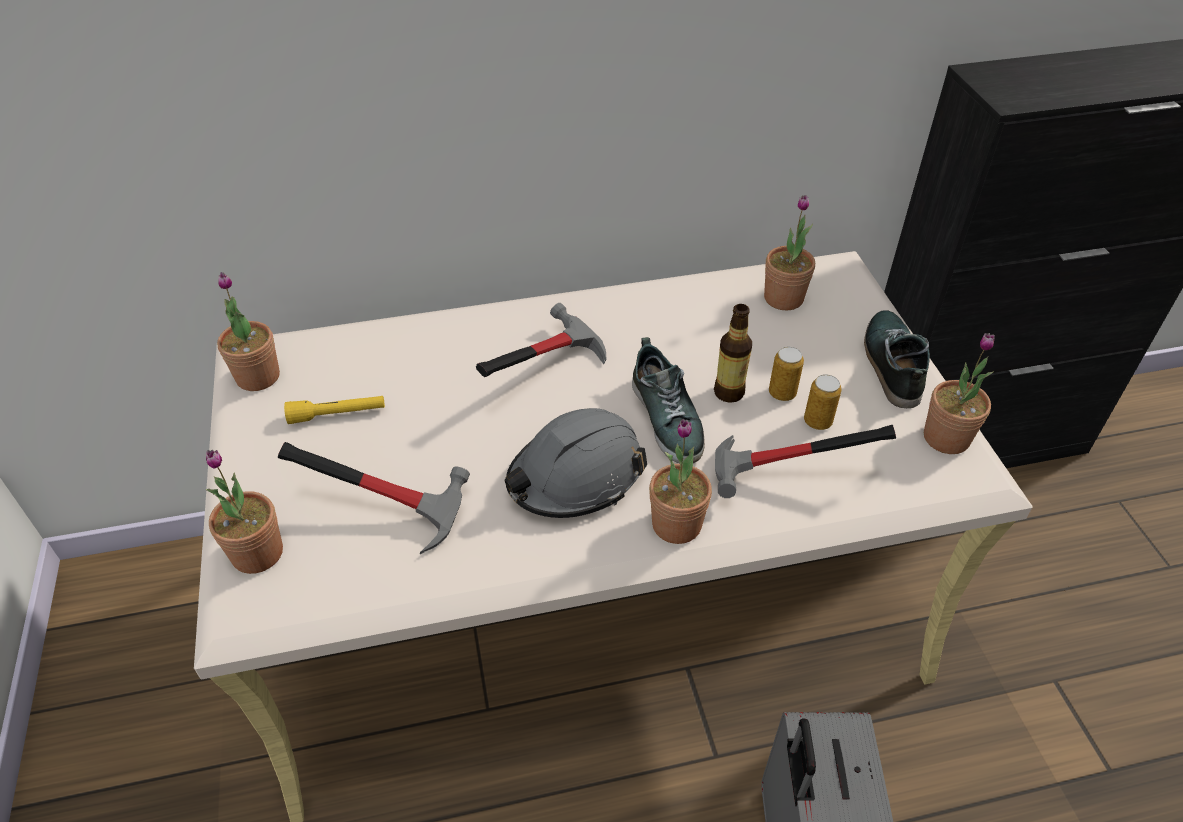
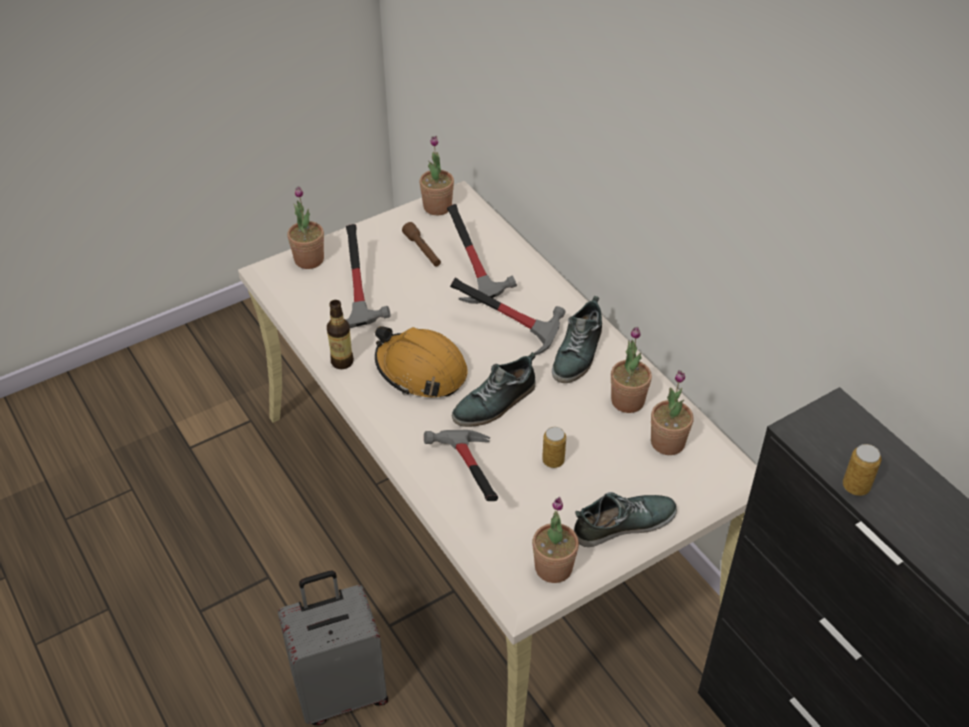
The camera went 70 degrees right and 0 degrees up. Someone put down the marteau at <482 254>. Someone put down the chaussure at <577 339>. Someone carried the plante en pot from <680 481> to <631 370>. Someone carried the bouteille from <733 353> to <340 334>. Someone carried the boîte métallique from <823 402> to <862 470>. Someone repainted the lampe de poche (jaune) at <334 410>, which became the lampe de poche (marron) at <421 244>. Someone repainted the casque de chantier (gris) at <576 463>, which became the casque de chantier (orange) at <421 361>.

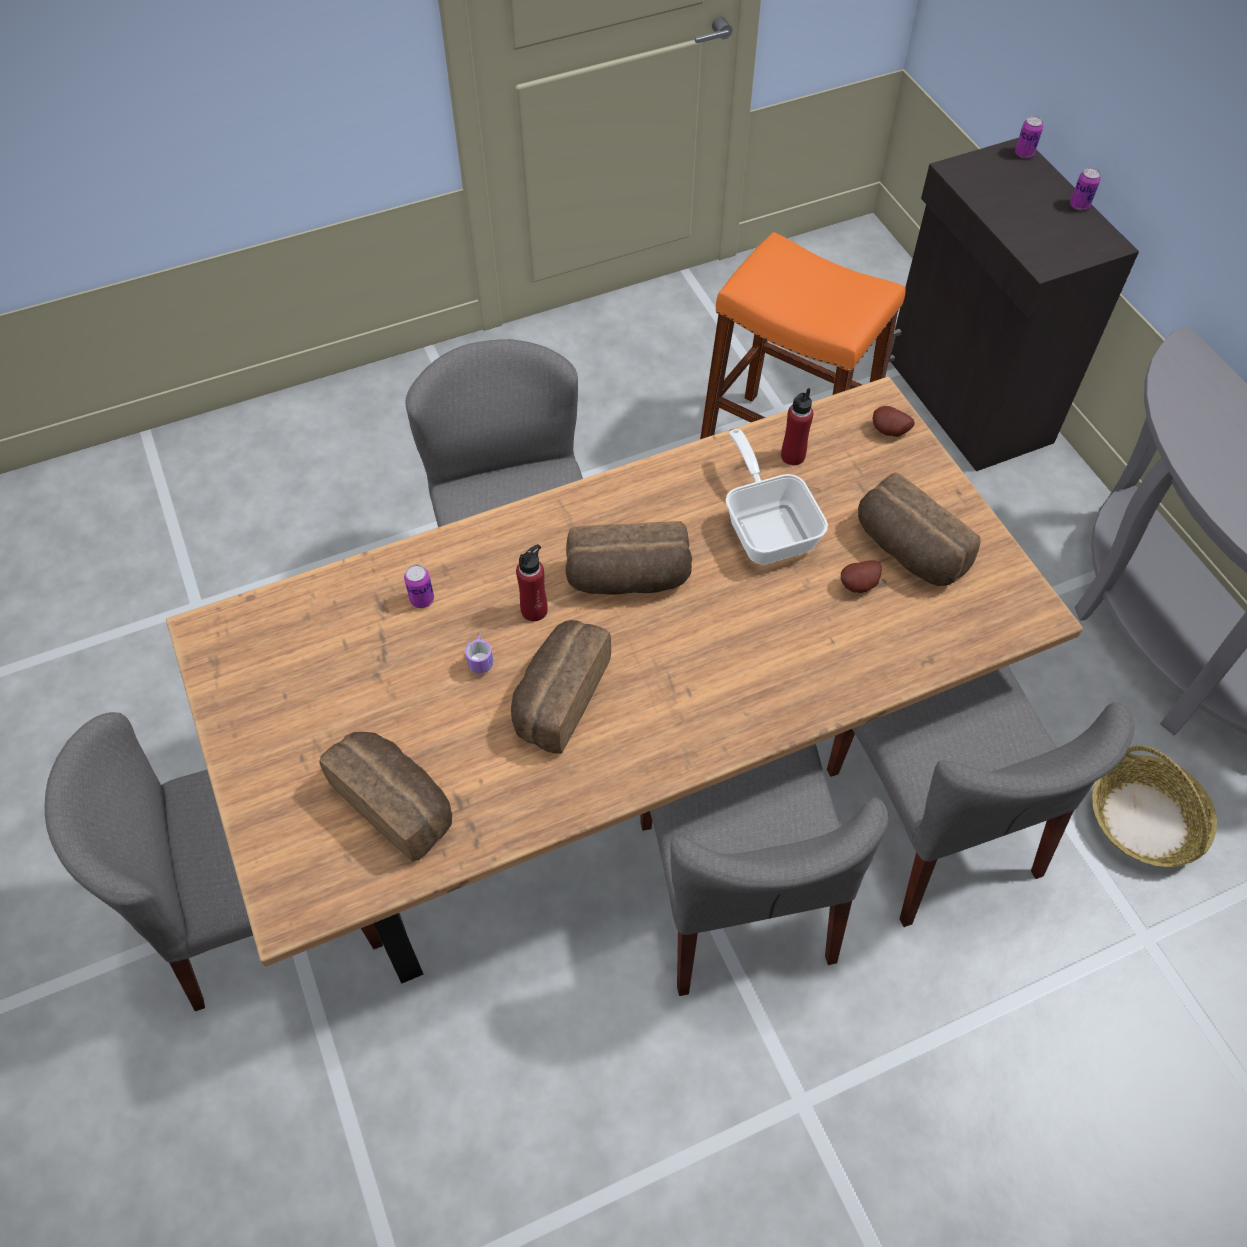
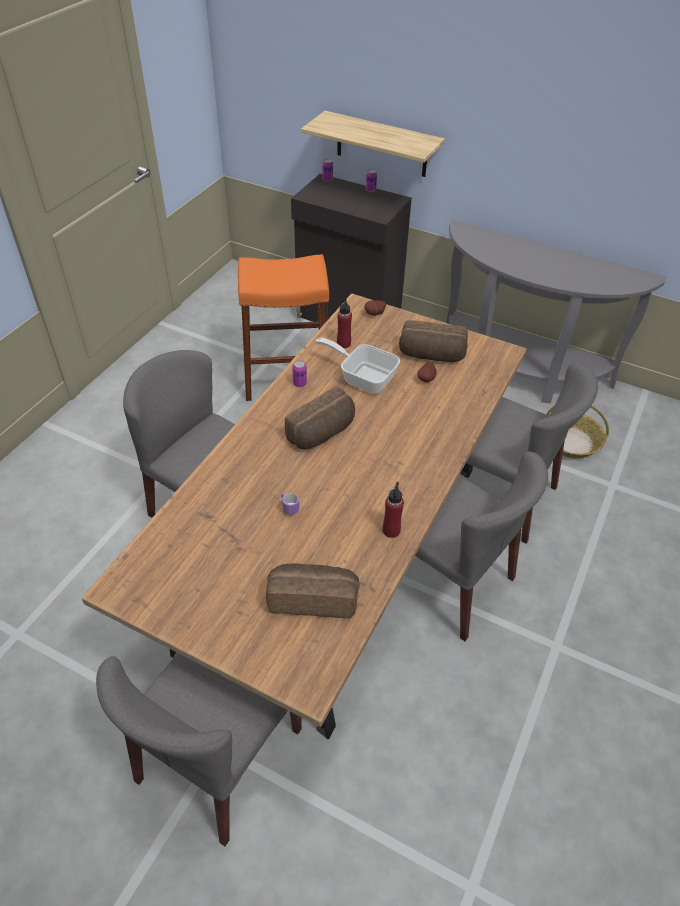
The camera went 40 degrees left and 10 degrees down. Someone took away the pain at <561 687>. Someone put up the étagère at <373 144>. Someone carried the boîte métallique from <419 586> to <299 373>. Someone carried the bouteille (rouge) from <532 582> to <393 510>.

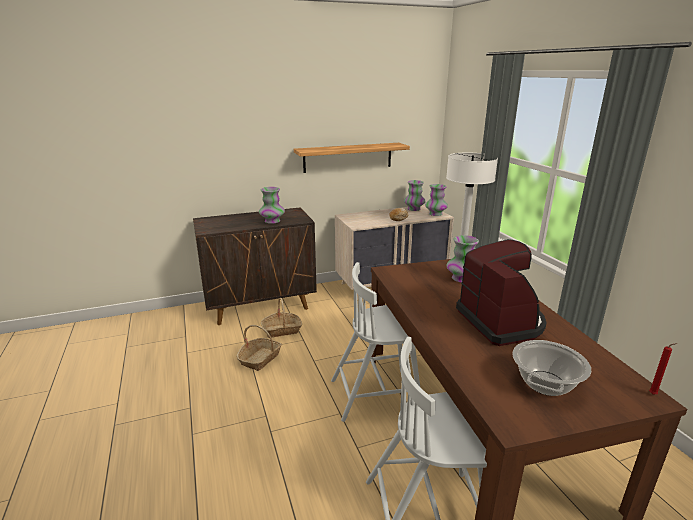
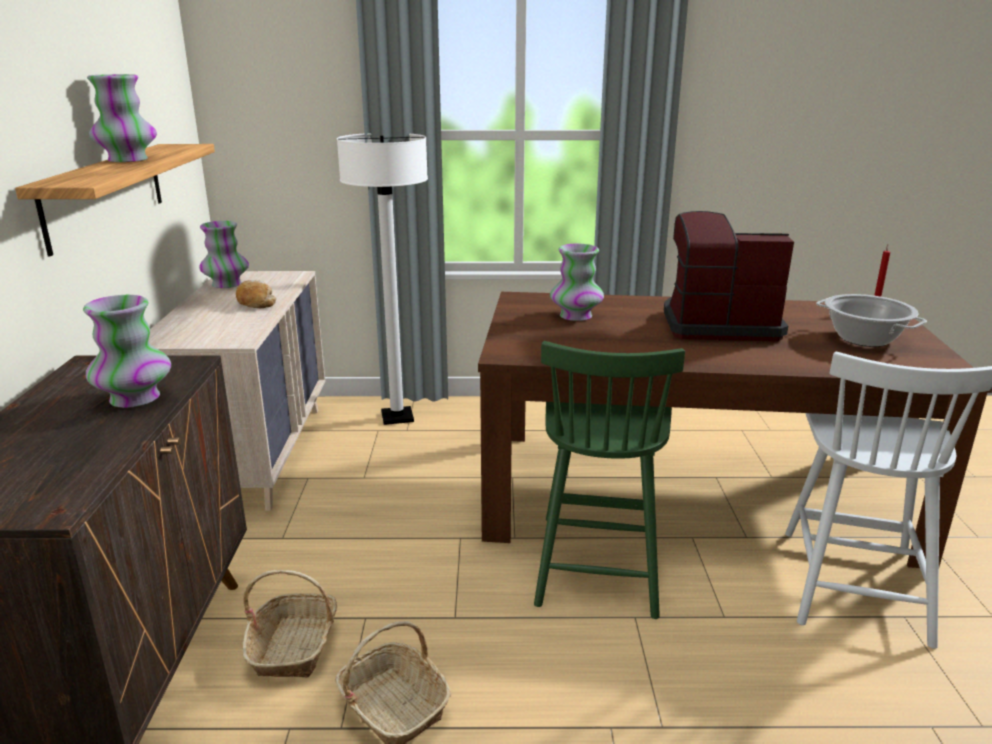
The camera went 70 degrees left and 0 degrees up. Someone carried the vase from <436 200> to <122 118>. Someone repainted the chaise (blanc) at <375 342>, which became the chaise (vert) at <609 480>.

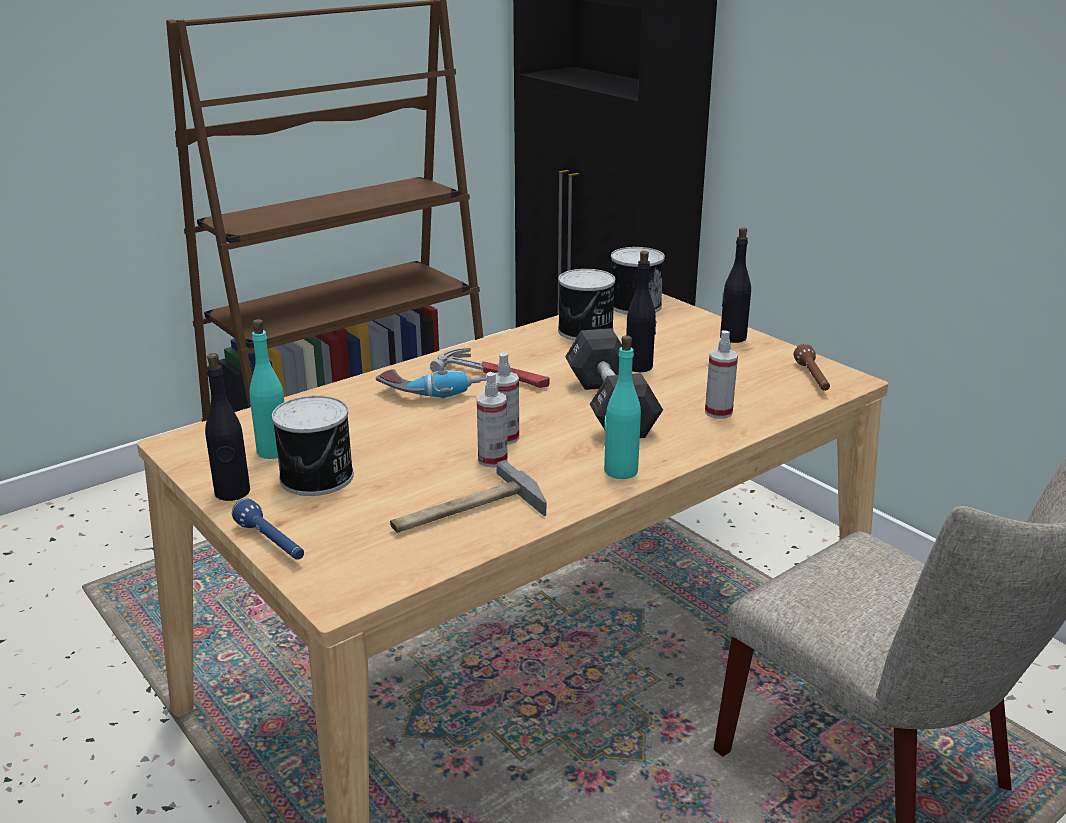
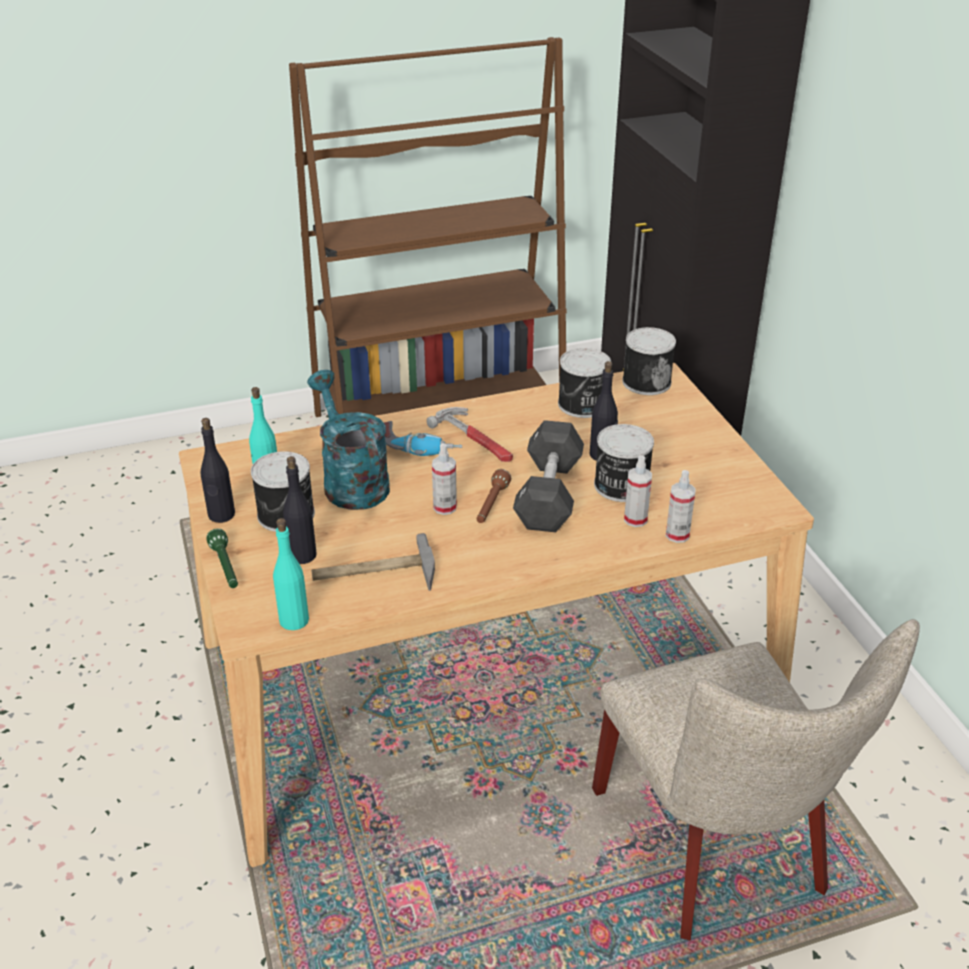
The camera went 20 degrees right and 10 degrees up. Someone put down the arrosoir (turquoise) at <348 440>. Someone put down the boîte métallique at <624 463>. Someone carried the vaporisateur from <492 420> to <681 506>. Someone carried the bouteille (turquoise) from <622 407> to <291 574>. Someone carried the bouteille (noir) from <735 285> to <300 510>. Someone carried the lampe de poche (marron) from <812 367> to <494 496>. Someone repainted the lampe de poche (bleu) at <268 529>, which became the lampe de poche (vert) at <222 558>.

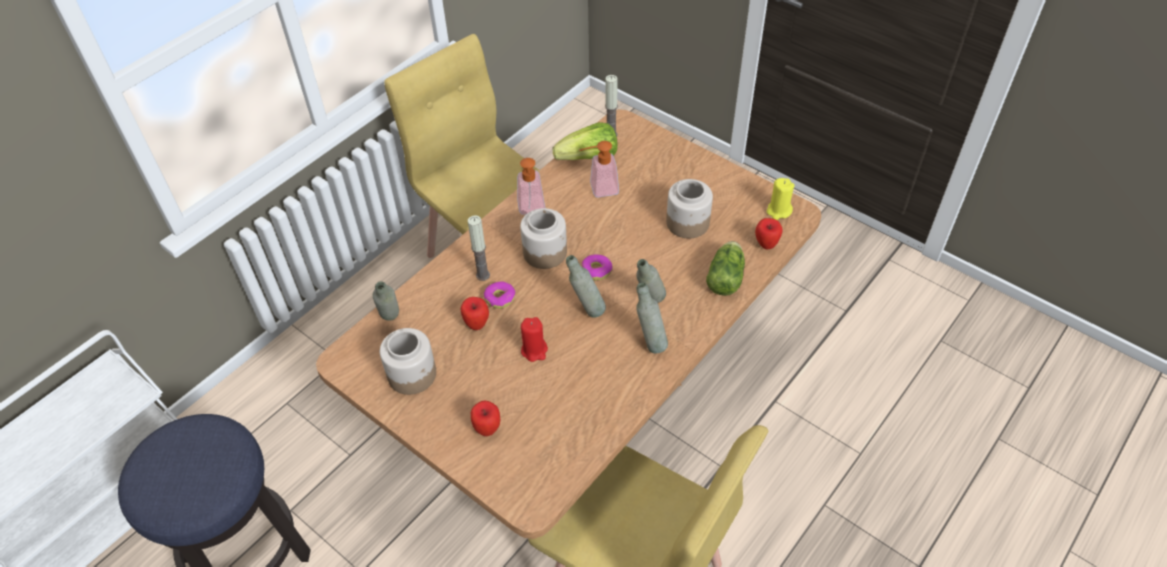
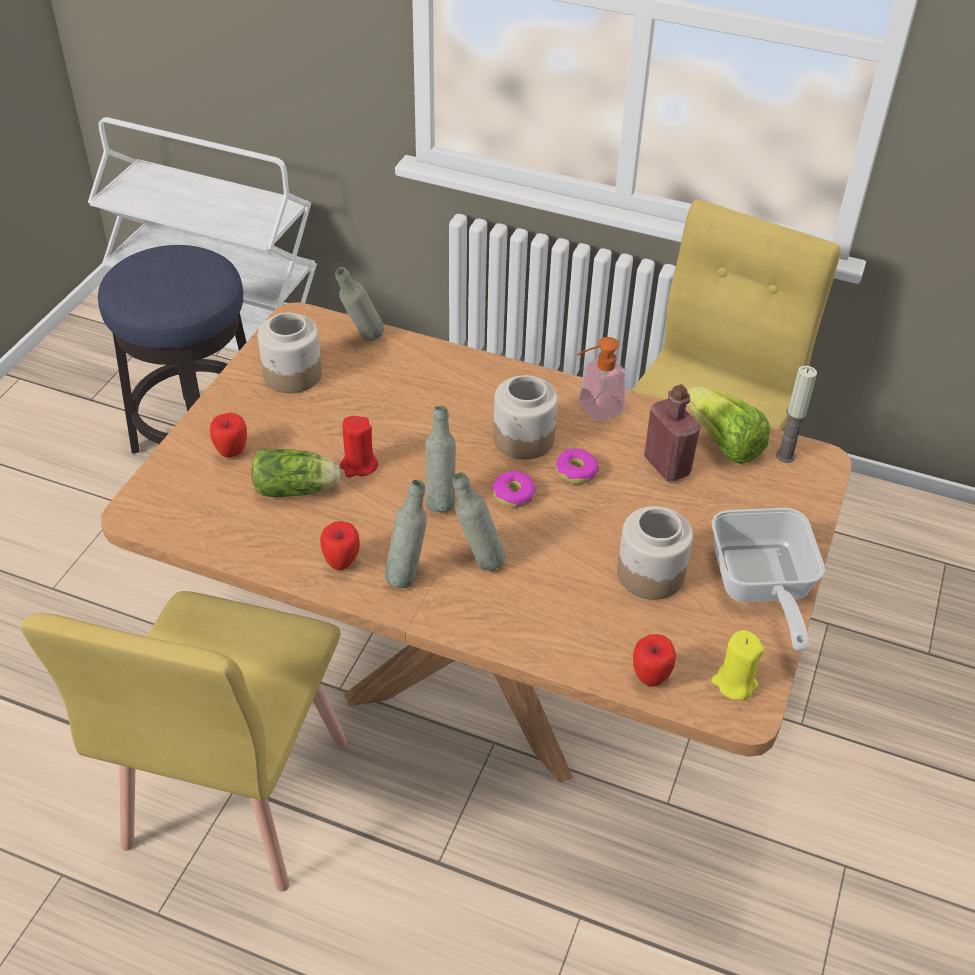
The camera went 70 degrees right and 5 degrees down. Someone took away the bougie at <479 248>. Someone put down the poêle at <768 579>. Someone carried the pomme from <475 313> to <340 545>. Someone carried the beignet from <499 295> to <577 466>. Someone carried the laitue from <725 268> to <296 473>. Someone swapped the distributeur de savon at <599 169> for the bouteille (rouge) at <672 432>.

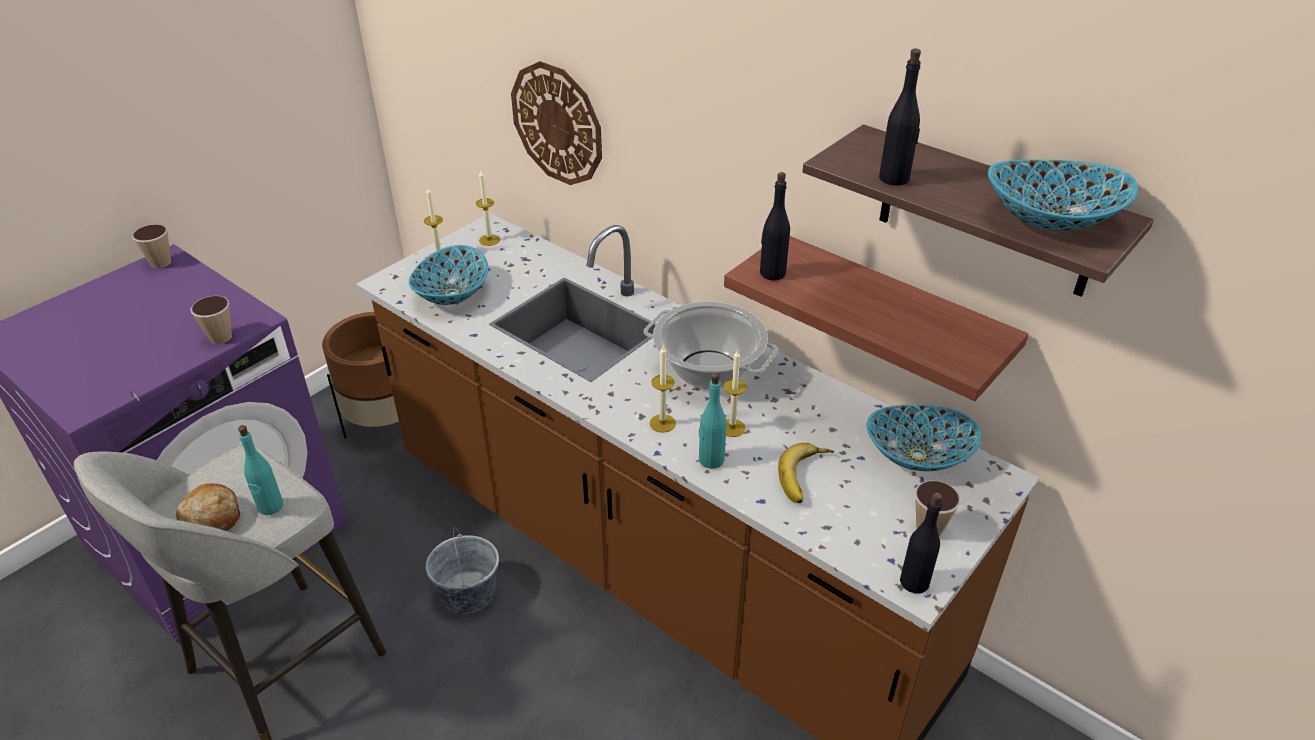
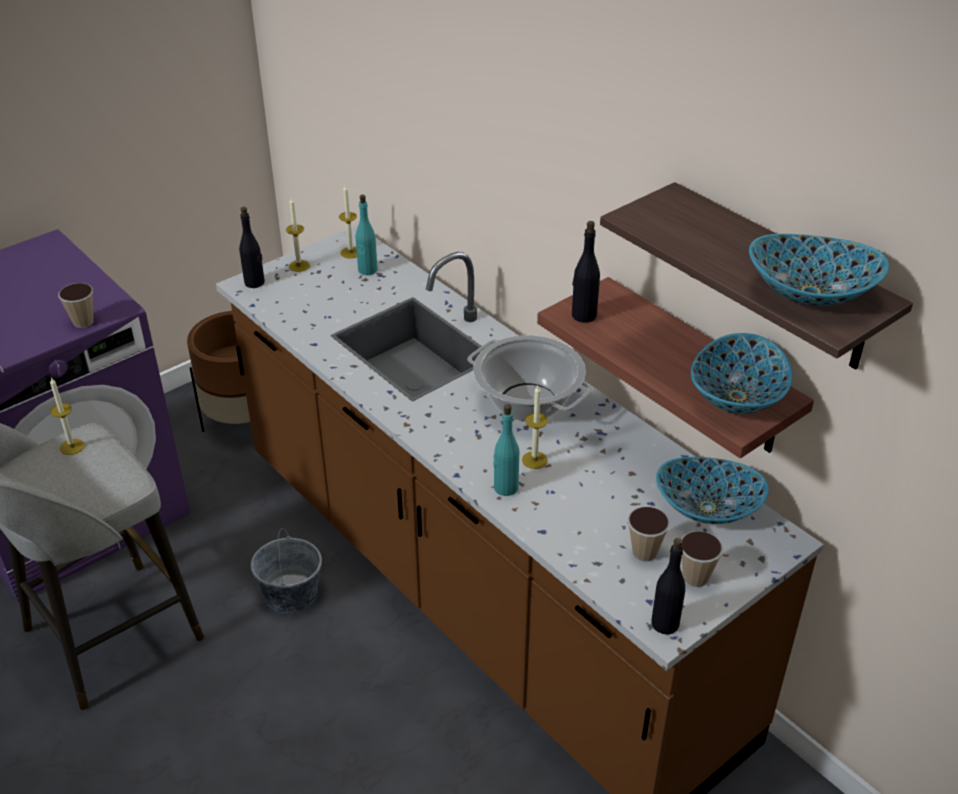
The camera went 10 degrees right and 0 degrees up. Someone took away the pain at <208 507>. Someone took away the horloge murale at <556 123>. Someone took away the banane at <806 473>. Someone carried the tasse from <151 246> to <648 534>. Someone carried the bouteille (turquoise) from <260 470> to <367 235>. Someone carried the bol from <448 275> to <741 373>. Someone carried the bougie from <663 389> to <67 416>. Someone carried the bouteille (noir) from <900 117> to <252 247>.

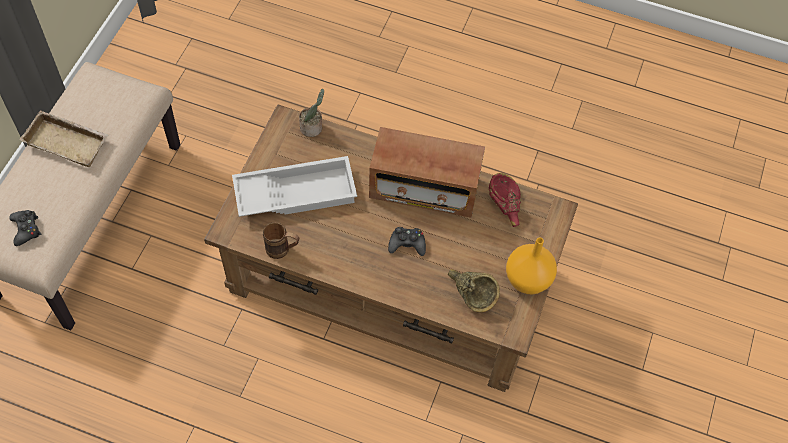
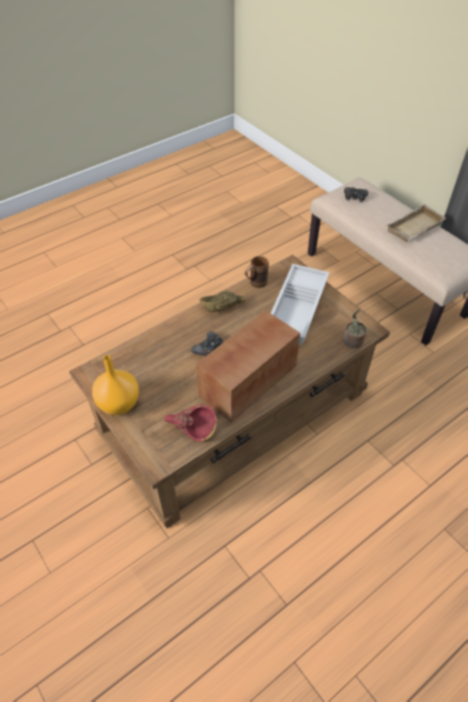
The camera went 125 degrees right and 10 degrees down. Someone carried the bol (marron) from <474 290> to <222 301>.

